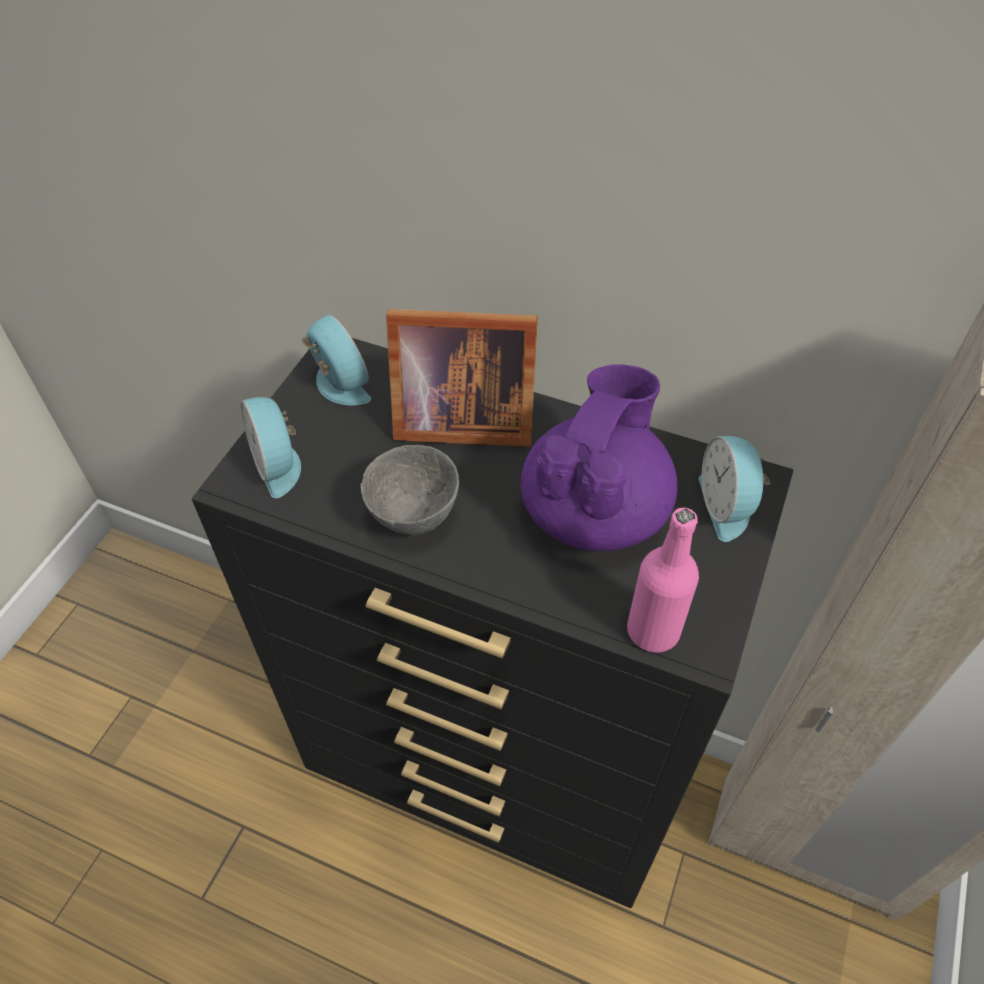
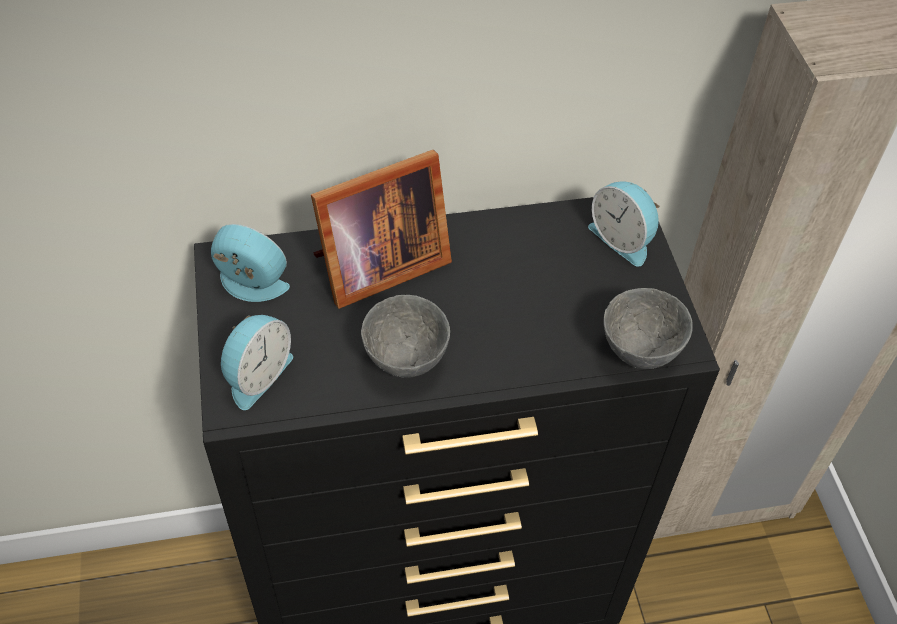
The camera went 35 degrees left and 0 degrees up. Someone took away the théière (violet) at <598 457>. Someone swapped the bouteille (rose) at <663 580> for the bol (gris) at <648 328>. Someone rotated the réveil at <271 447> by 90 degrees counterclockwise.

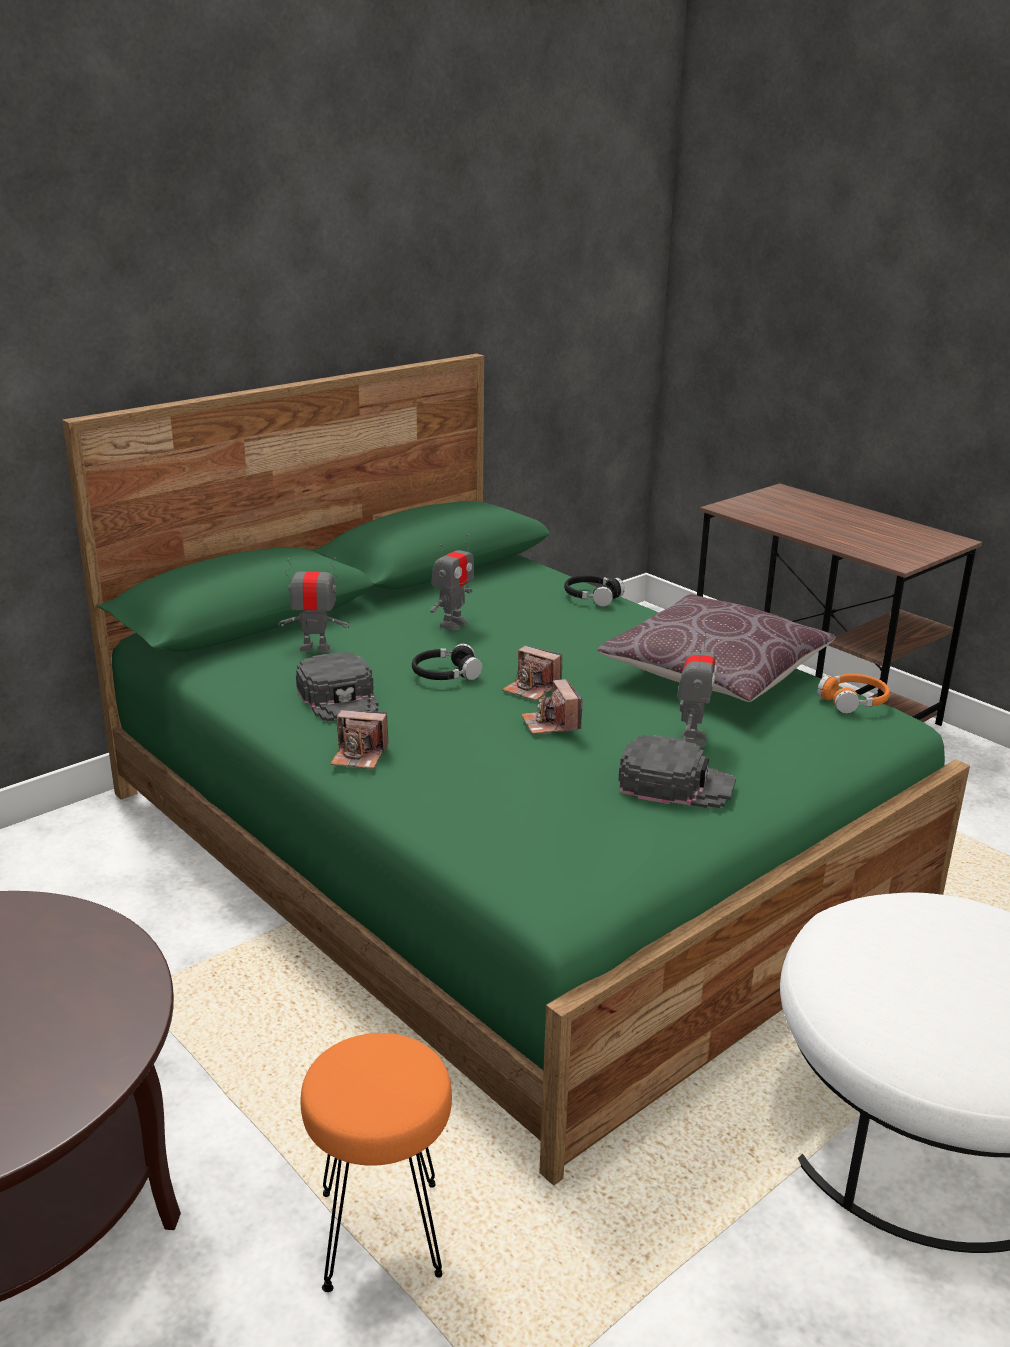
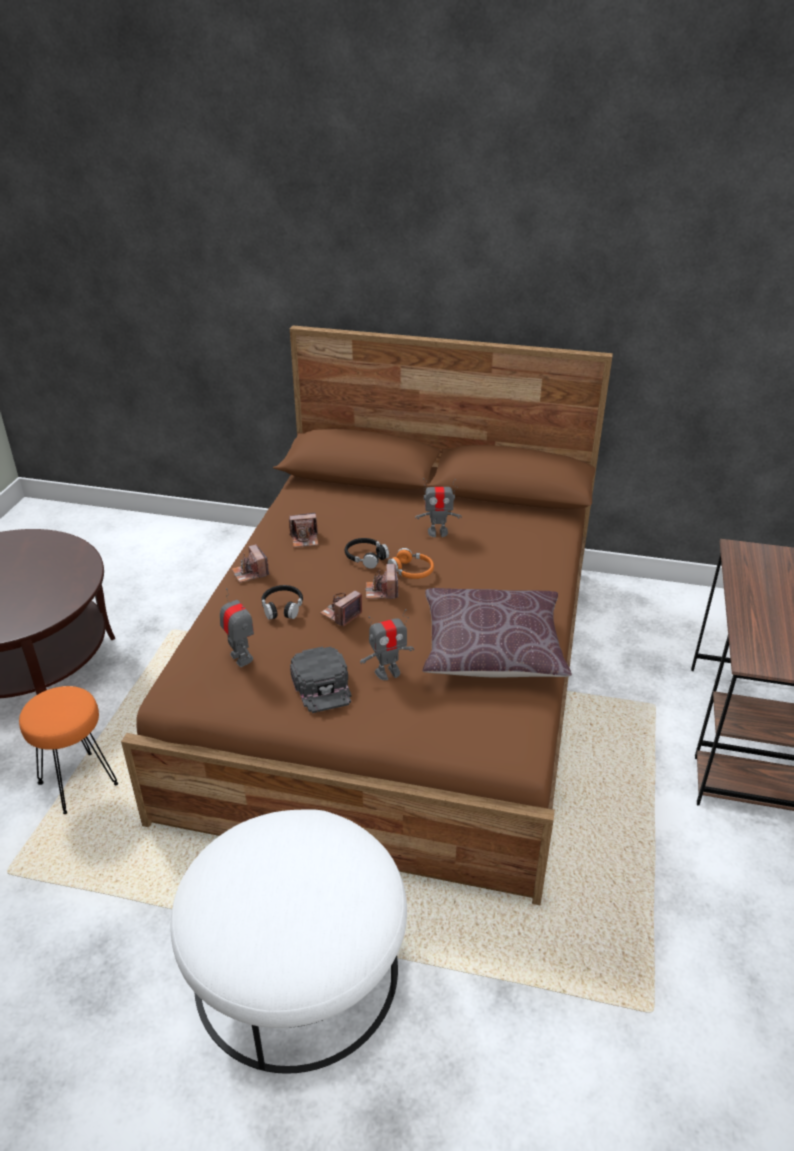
The camera went 55 degrees right and 10 degrees up. Someone carried the robot jouet from <313 605> to <237 627>. Someone carried the casque audio (noir) from <594 590> to <282 602>. Someone carried the casque audio (orange) from <853 693> to <410 563>. Someone swapped the casquette (noir) at <337 687> for the appareil photo at <303 530>. Someone repainted the lit (vert) at <516 769>, which became the lit (marron) at <367 615>.

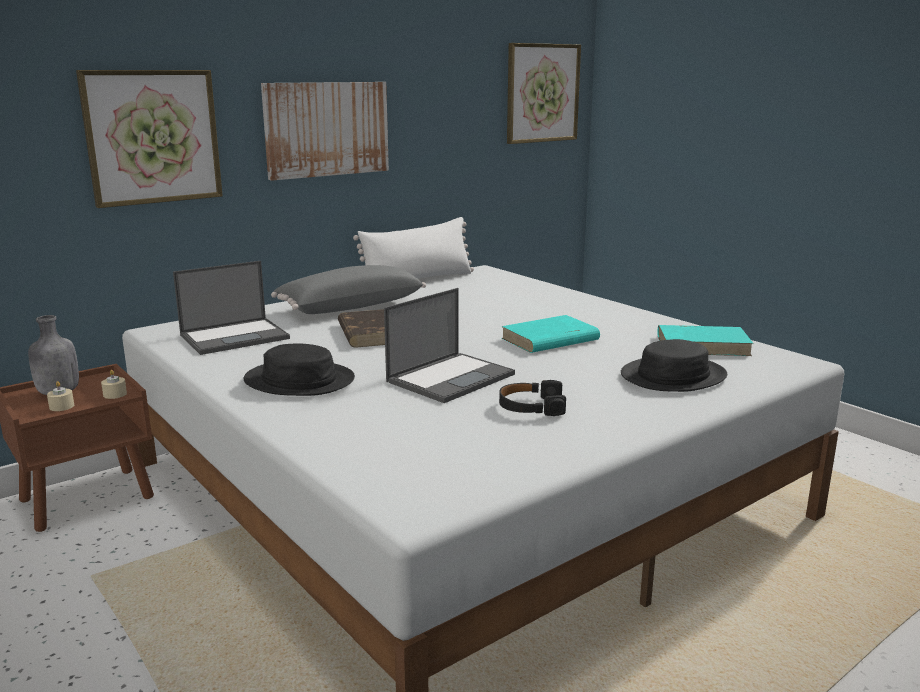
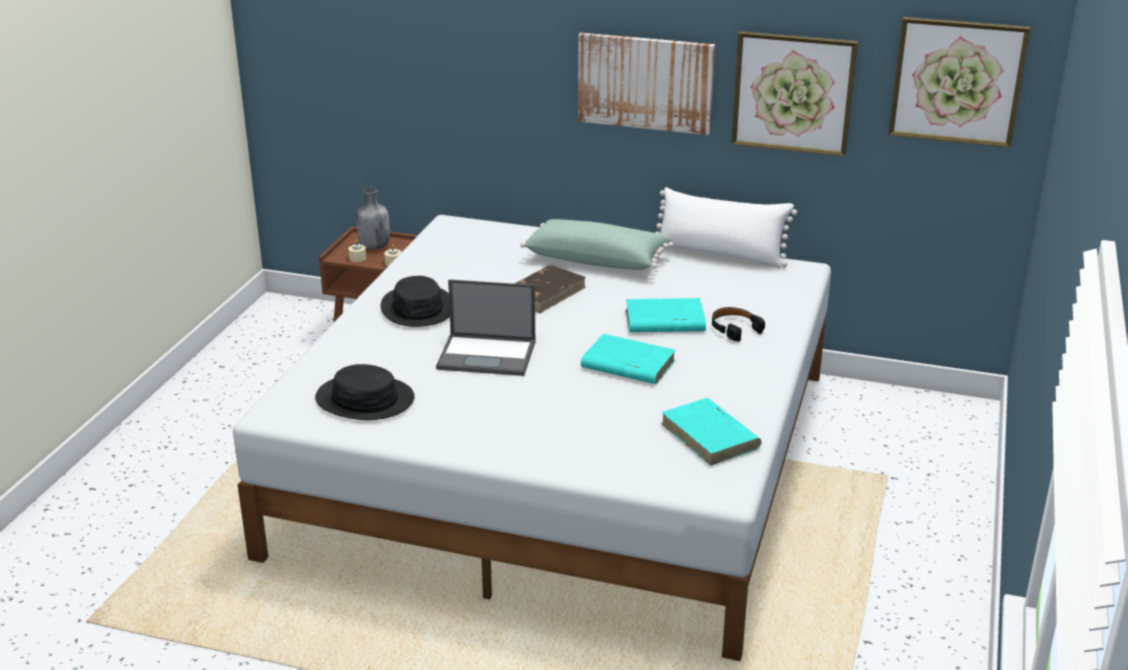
The camera went 55 degrees right and 10 degrees up. Someone took away the ordinateur portable at <231 308>. Someone put down the livre (turquoise) at <666 315>. Someone carried the tableau from <149 139> to <794 94>. Someone carried the casque audio (noir) from <532 398> to <738 324>. Someone carried the chapeau (noir) from <674 365> to <365 392>. Someone repainted the coussin (gris) at <348 289>, which became the coussin (vert) at <597 244>.

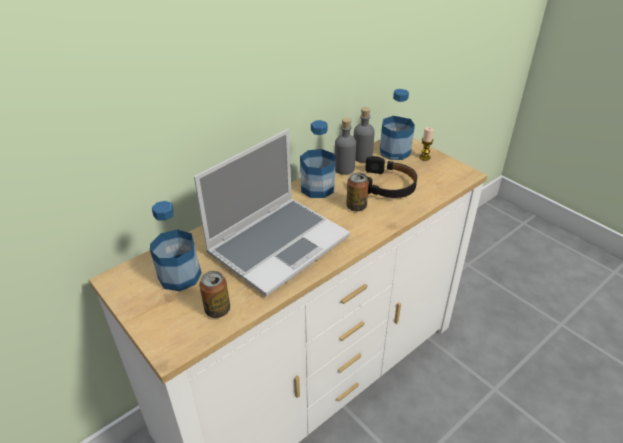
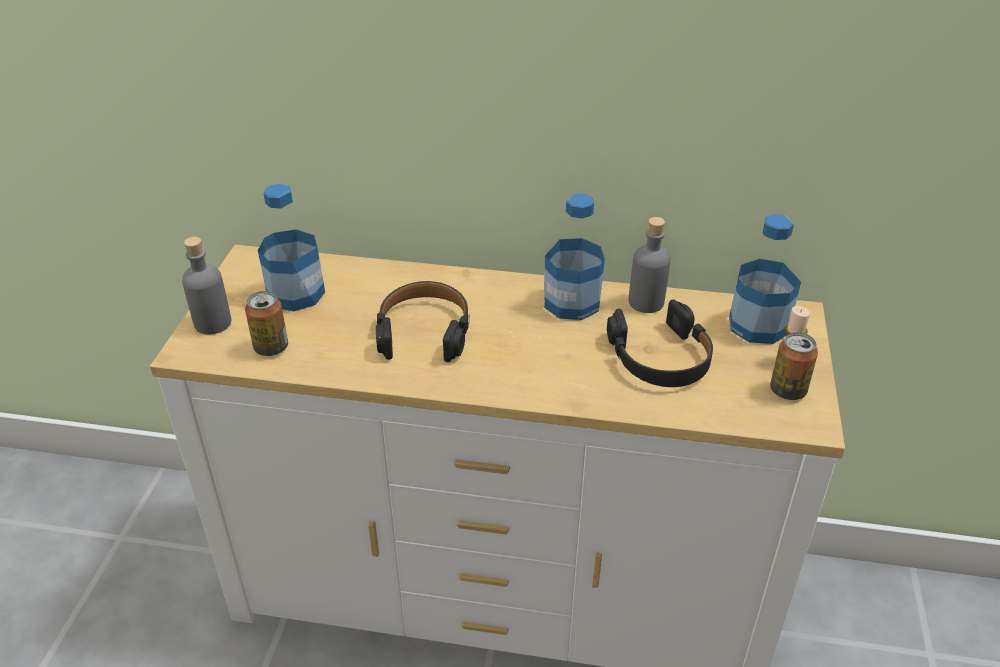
The camera went 50 degrees right and 0 degrees up. Someone carried the boîte métallique from <357 191> to <794 366>. Someone carried the bouteille (gris) from <364 135> to <206 285>. Someone swapped the ordinateur portable at <272 213> for the casque audio (noir) at <423 321>.

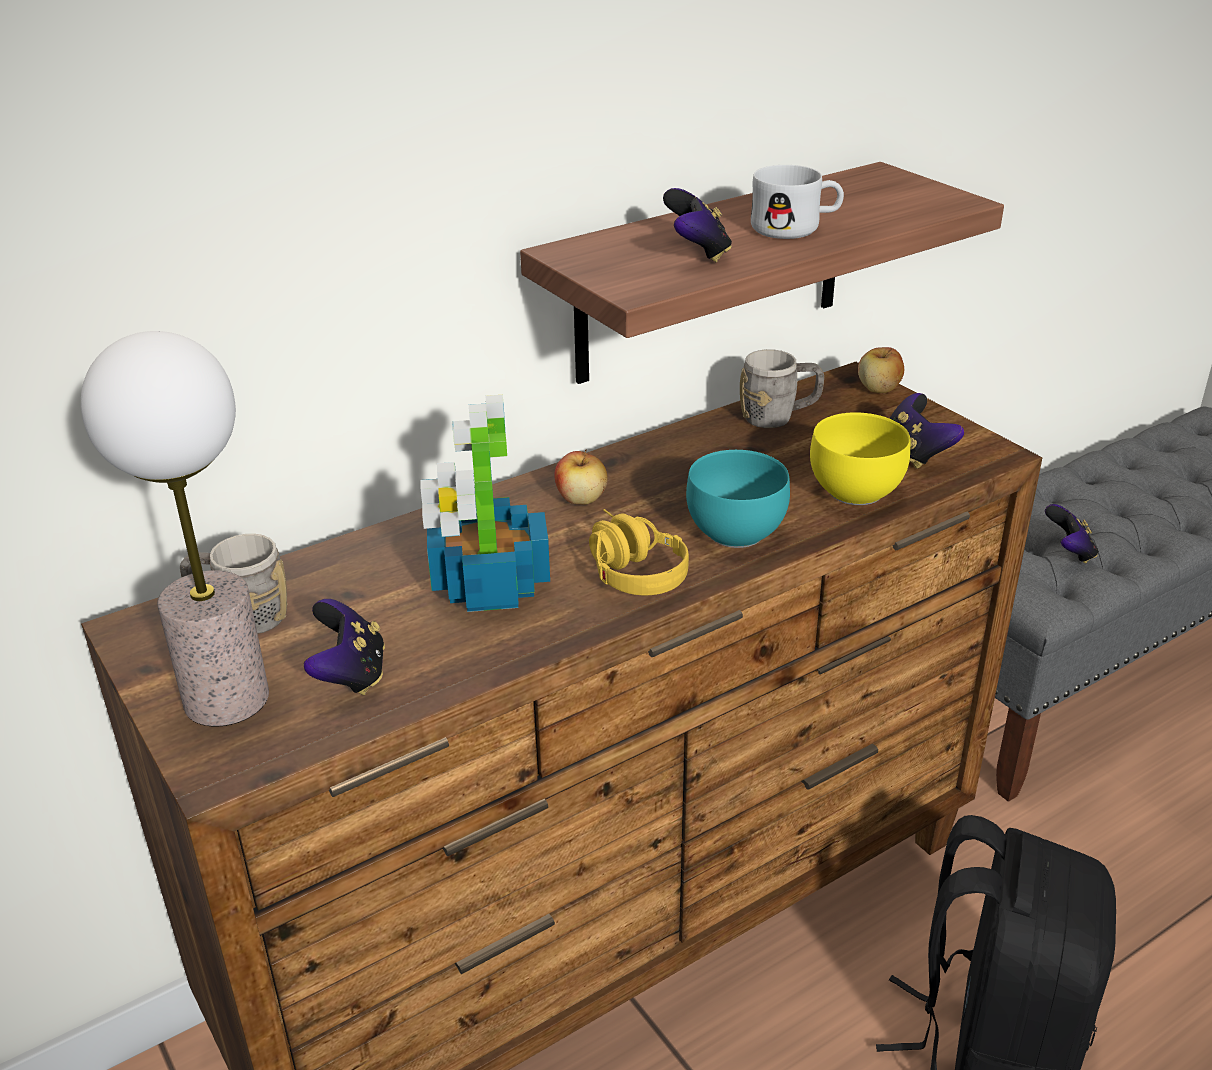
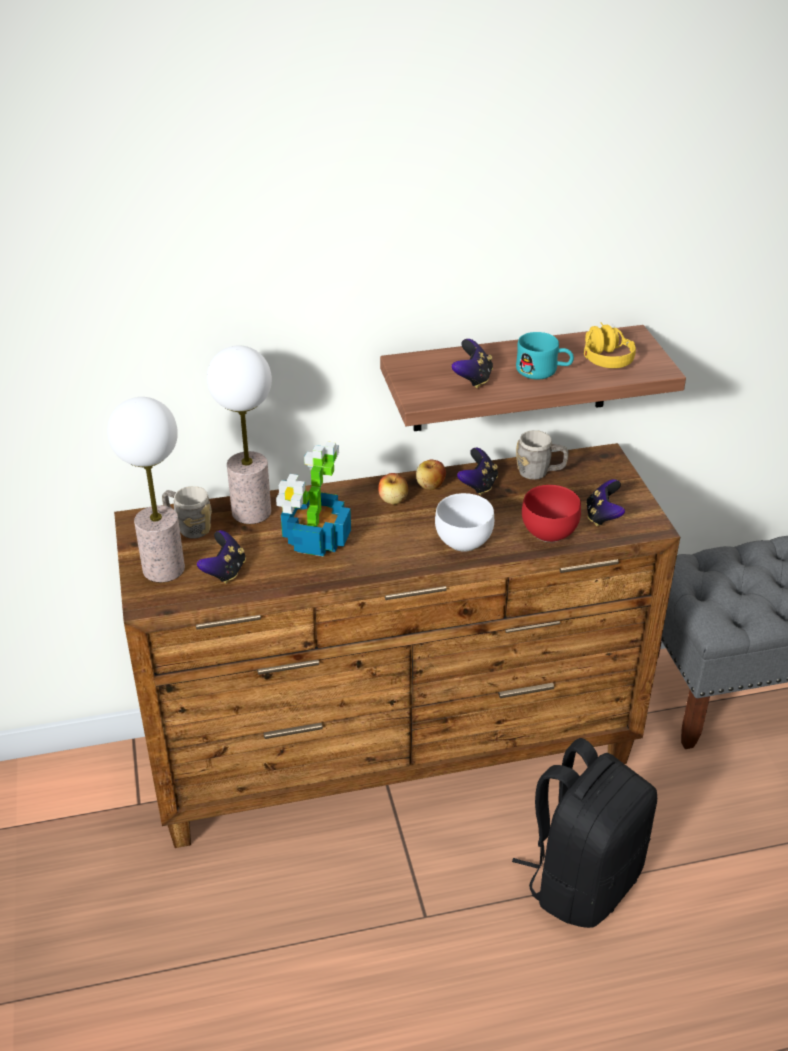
The camera went 20 degrees right and 5 degrees up. Someone put down the lampe de table at <239 434>. Someone carried the casque audio (jaune) from <639 552> to <610 345>. Someone carried the pomme from <881 370> to <431 475>. Someone carried the manette from <1071 534> to <477 471>. Someone repainted the bol (turquoise) at <738 499>, which became the bol (blanc) at <464 522>. Someone repainted the mug (blanc) at <797 202>, which became the mug (turquoise) at <545 356>. Someone repainted the bol (jaune) at <860 458>, which became the bol (rouge) at <551 513>.

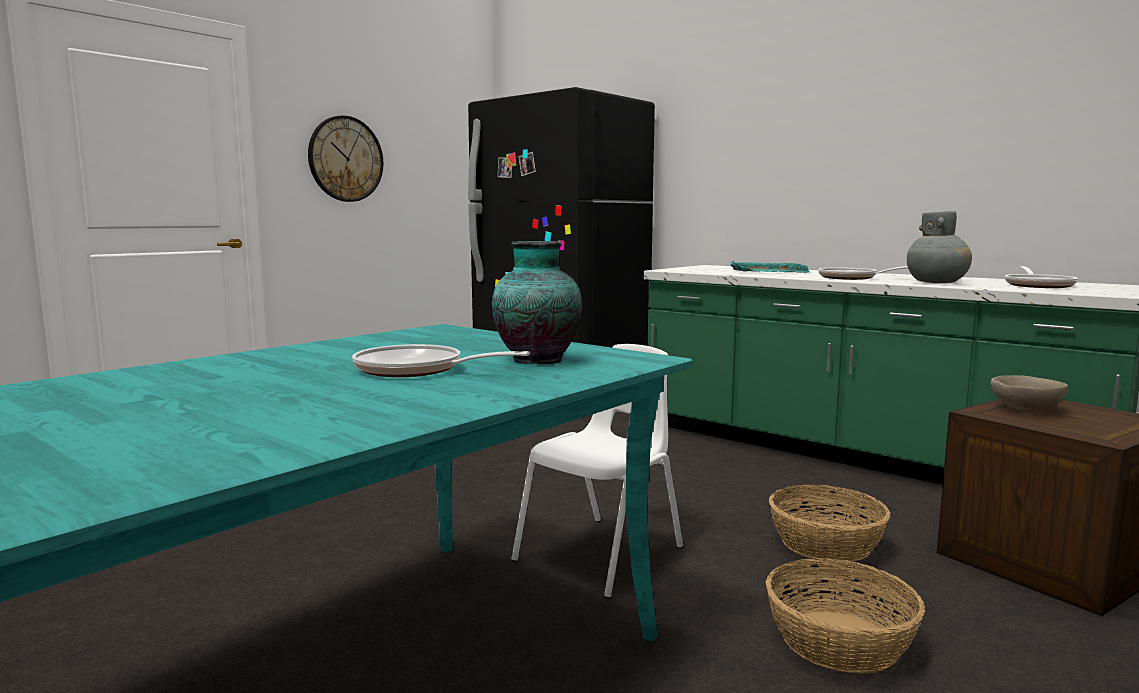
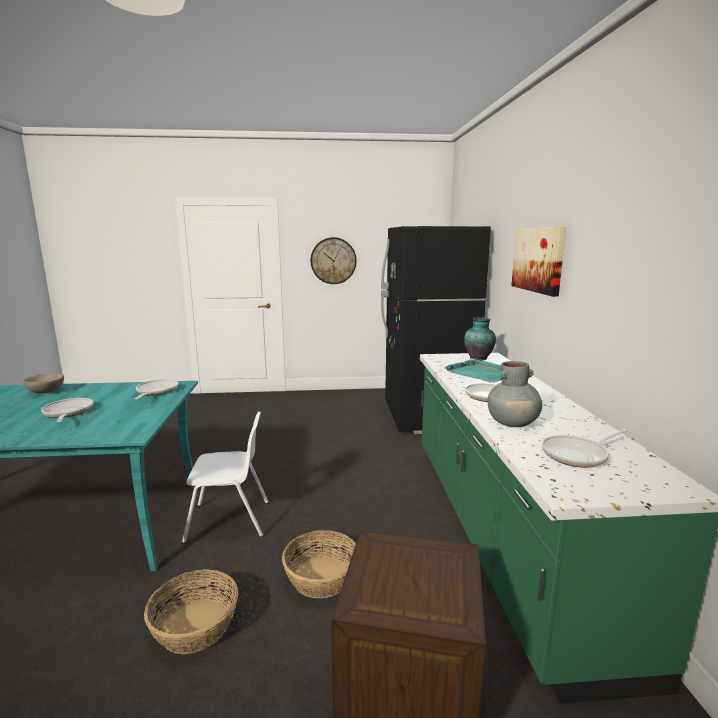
The camera went 45 degrees right and 5 degrees up. Someone put down the poêle at <156 389>. Someone put up the tableau at <538 262>. Someone carried the vase from <537 302> to <480 338>. Someone carried the bol (beige) from <1029 393> to <43 383>.

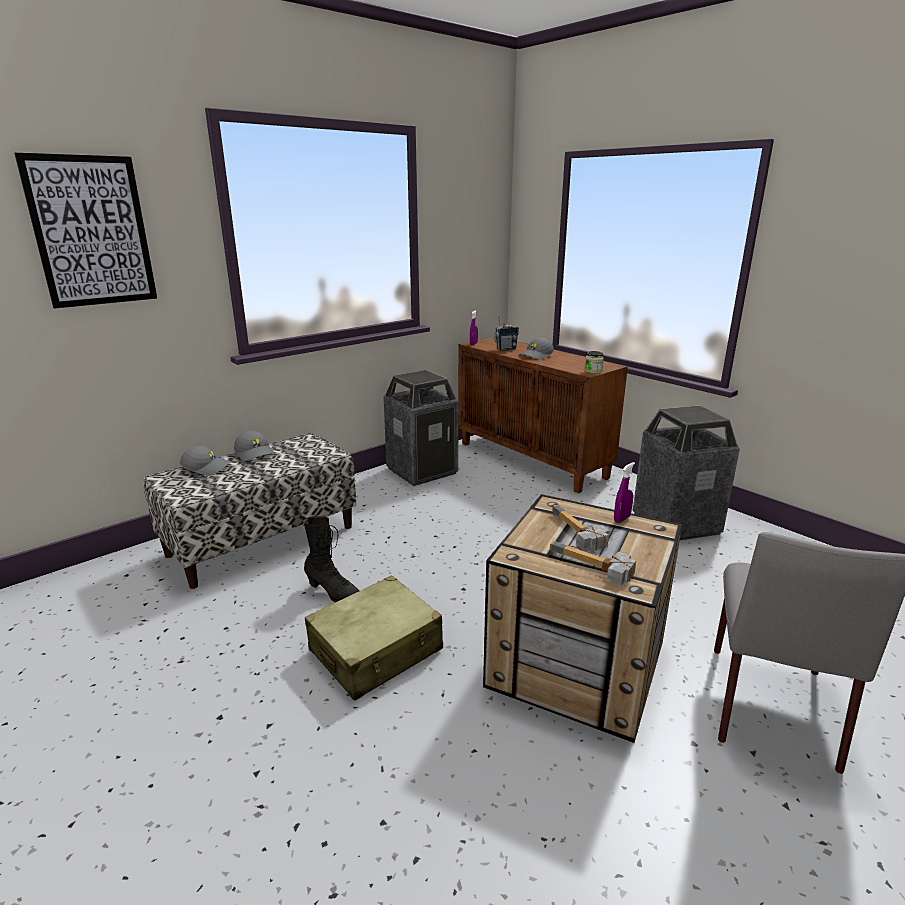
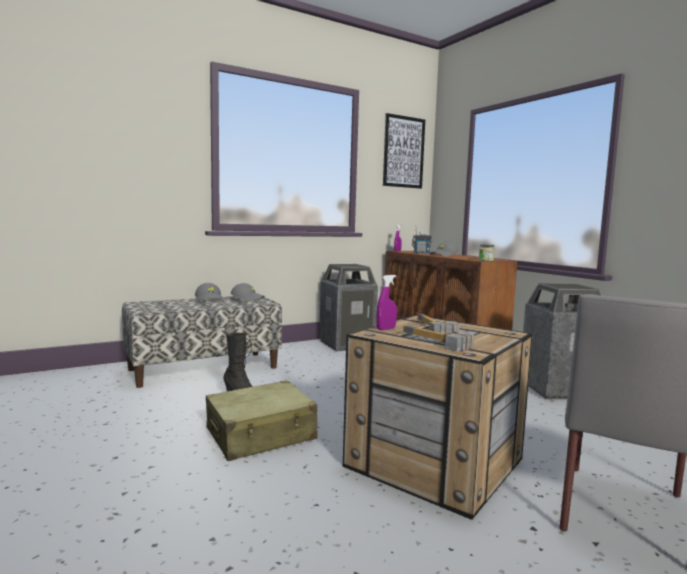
The camera went 10 degrees right and 15 degrees down. Someone carried the tableau from <85 231> to <404 151>. Someone carried the casquette (gris) from <205 461> to <248 292>. Someone carried the vaporisateur (violet) from <624 492> to <386 302>.

